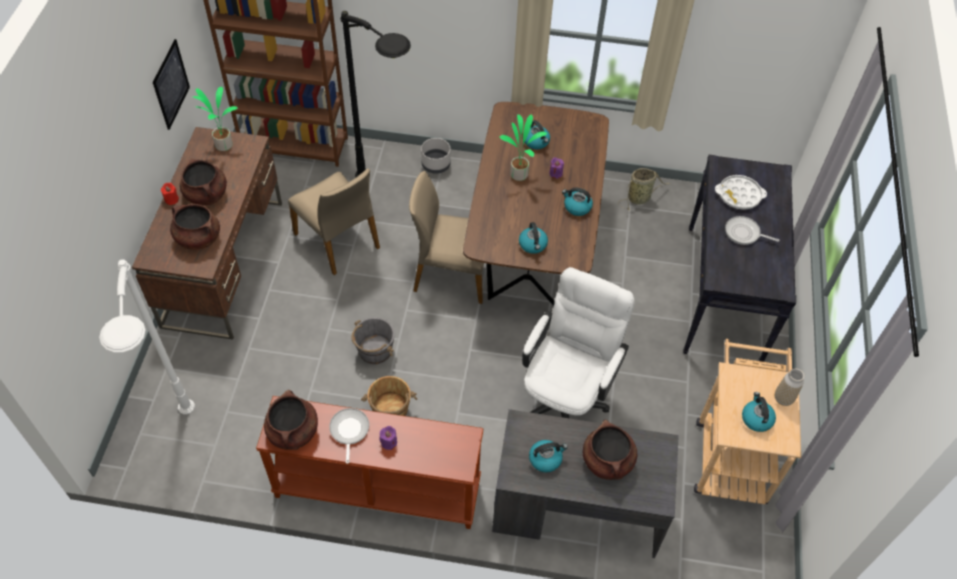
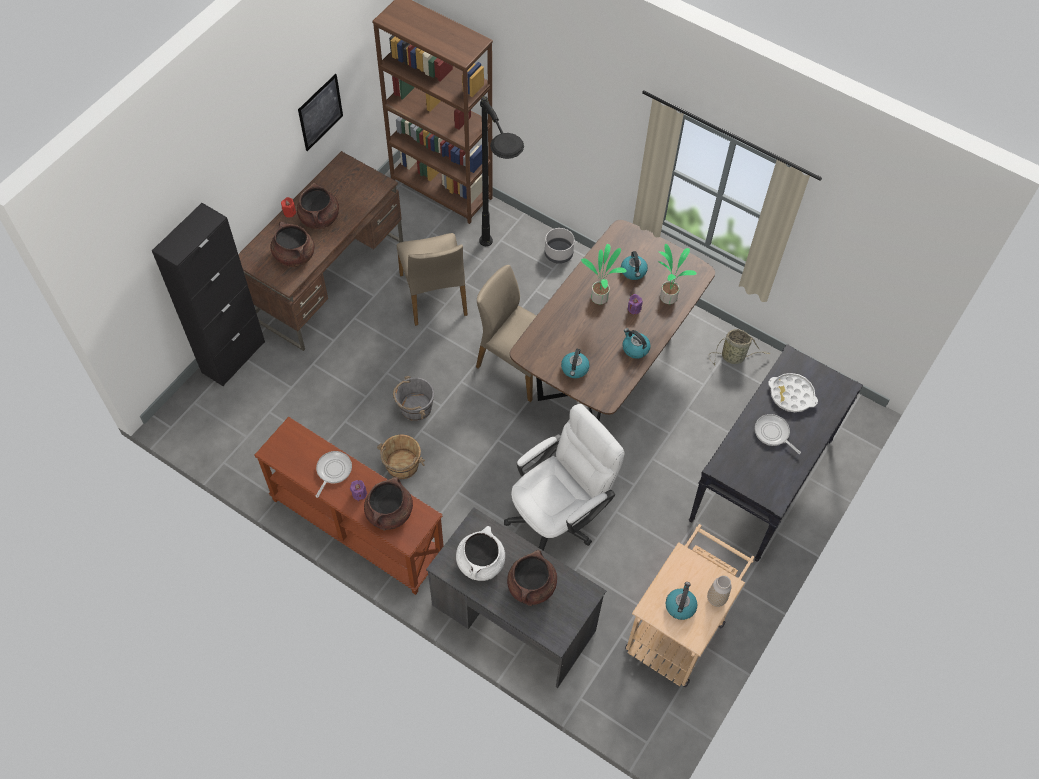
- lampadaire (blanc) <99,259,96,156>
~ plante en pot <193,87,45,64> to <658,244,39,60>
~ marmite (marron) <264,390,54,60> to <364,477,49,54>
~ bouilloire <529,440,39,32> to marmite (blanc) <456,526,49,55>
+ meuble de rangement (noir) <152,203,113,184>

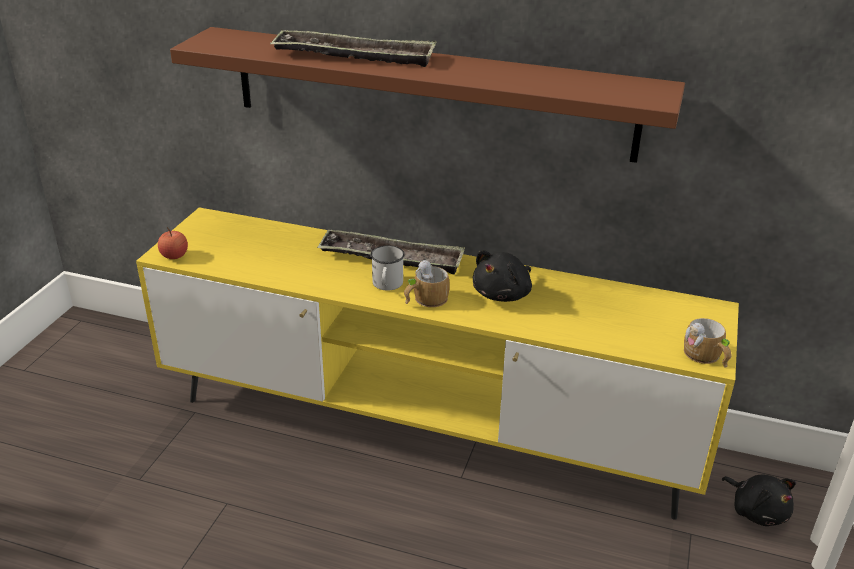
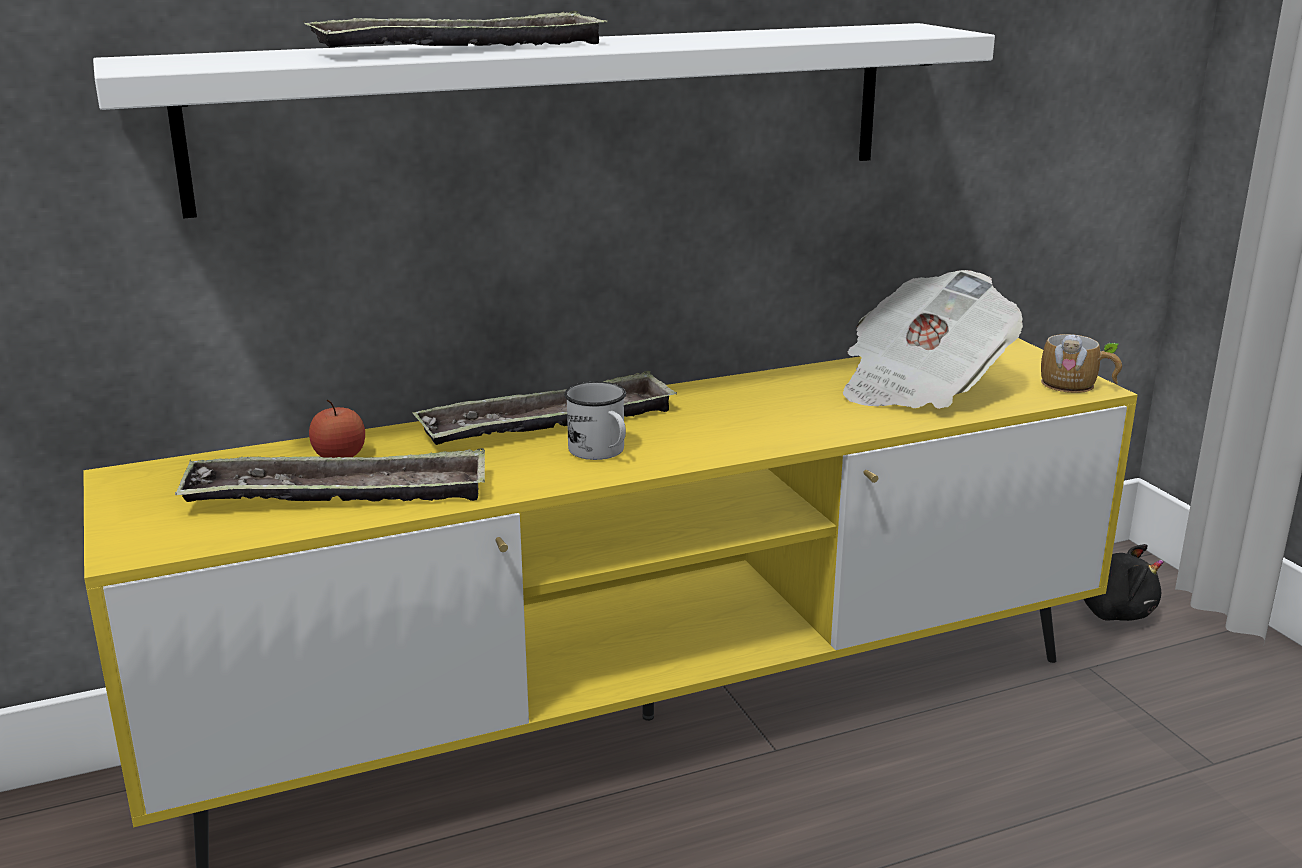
~ pomme <158,227,30,32> to <309,399,56,59>
~ étagère (marron) <170,27,515,136> to étagère (blanc) <93,23,902,196>
- mug <404,260,46,47>
- peluche (noir) <473,250,59,52>
+ plateau <175,448,310,54>
+ journal <843,270,180,139>

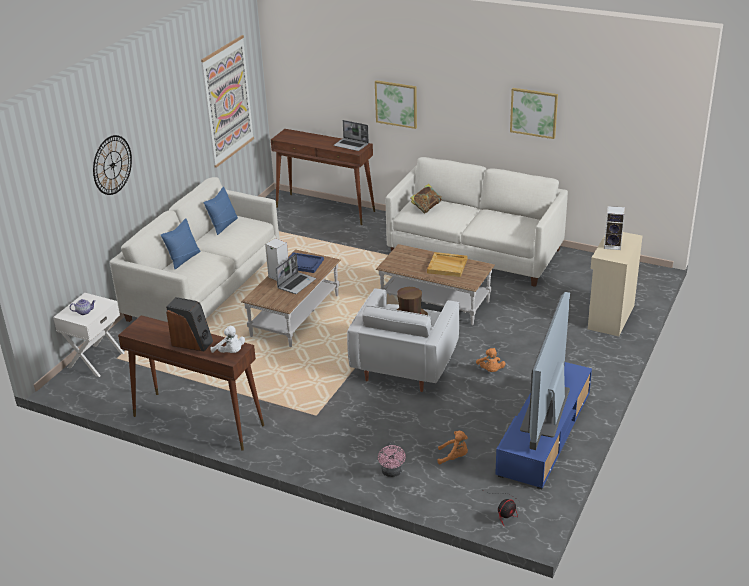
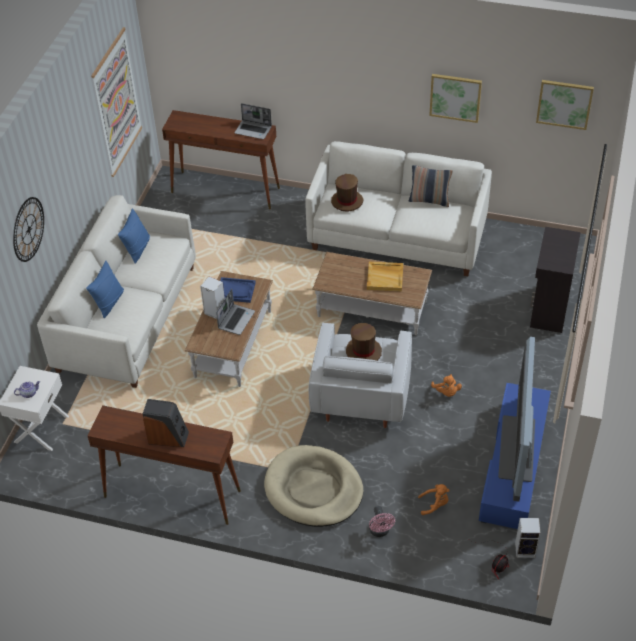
- peluche (blanc) <210,326,35,27>
~ tableau <375,80,42,49> to <536,80,58,50>
~ livre <410,184,32,30> to chapeau (marron) <331,174,33,38>
~ meuble de rangement (beige) <588,232,54,104> to meuble de rangement (noir) <530,227,51,106>
~ enceinte <604,206,21,44> to <515,518,25,40>
+ panier pour chien (beige) <264,445,99,82>
+ coussin <409,165,44,42>

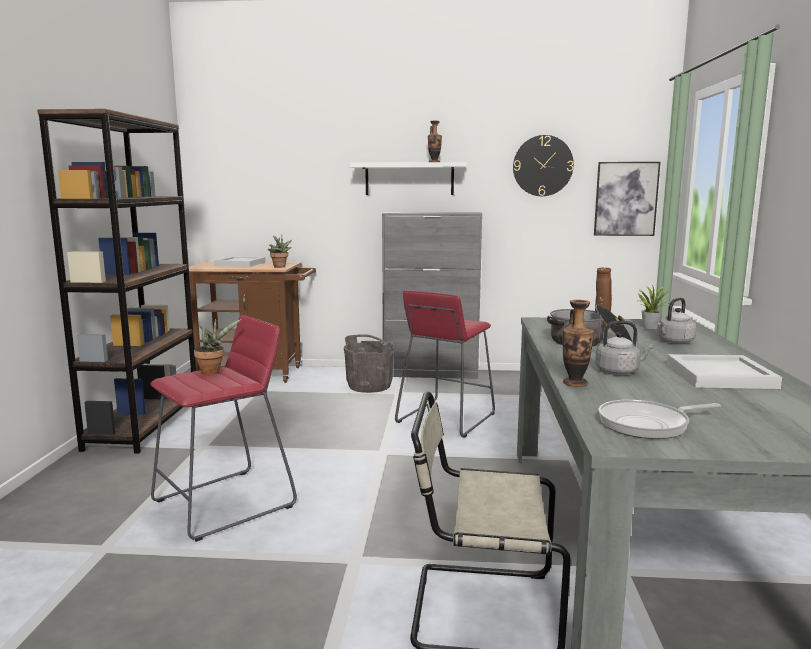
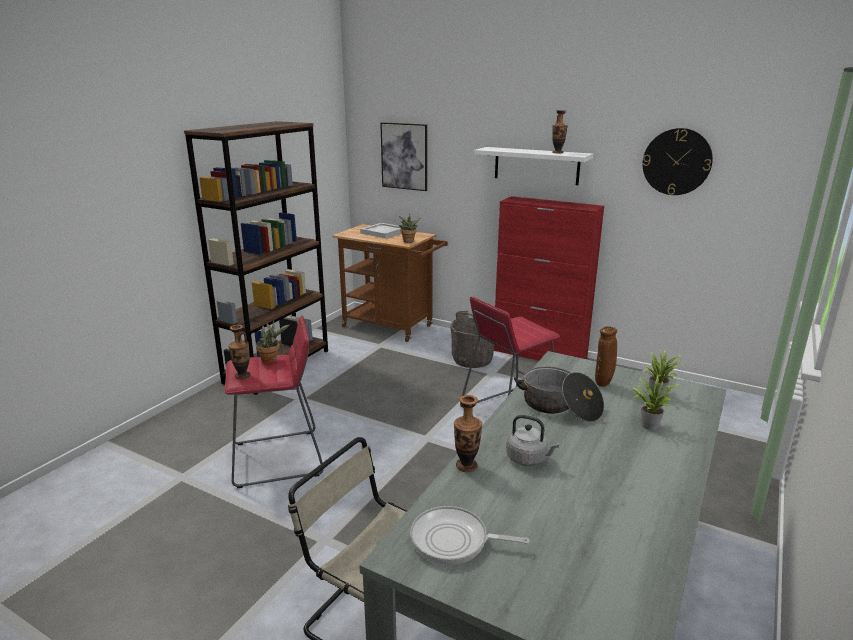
~ meuble de rangement (gris) <382,212,100,167> to meuble de rangement (rouge) <494,196,110,165>
~ tableau <594,162,66,74> to <380,122,47,69>
~ bouilloire (gris) <657,298,39,46> to plante en pot <630,376,51,54>
- plateau (blanc) <667,354,115,35>
+ vase <229,325,22,54>

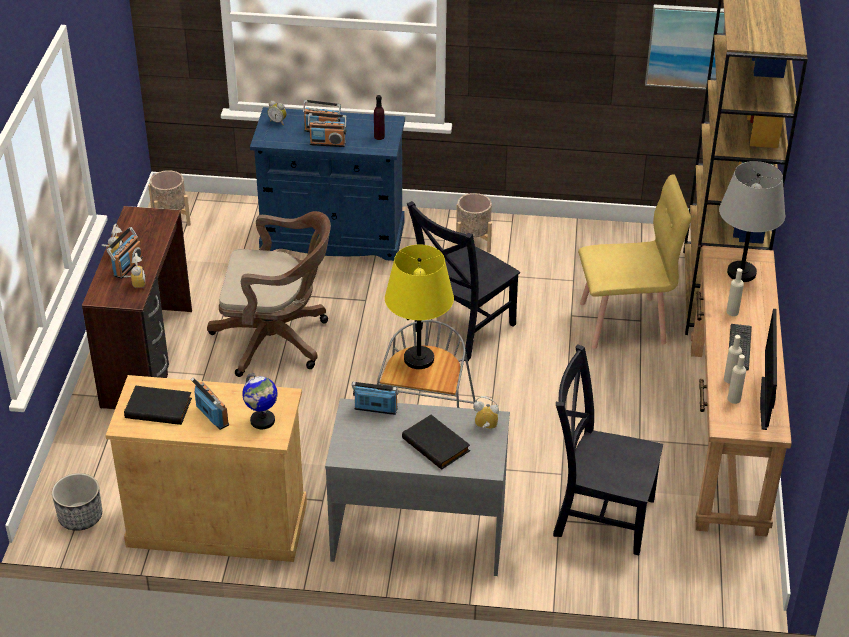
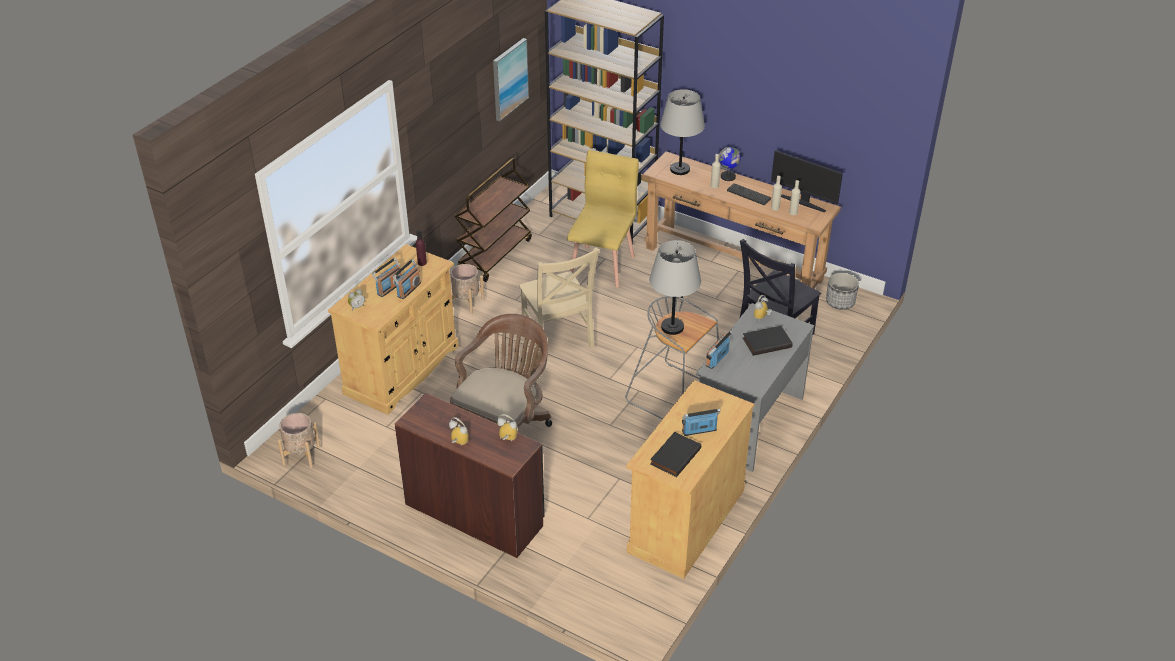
~ cache-pot <52,473,50,58> to <826,273,33,37>
- radio <107,227,36,52>
~ globe <242,373,36,56> to <719,147,22,34>
~ meuble de rangement (bleu) <250,107,155,154> to meuble de rangement (beige) <328,244,130,171>
~ lampe de table (jaune) <385,244,69,125> to lampe de table (gris) <649,240,52,95>
~ chaise (noir) <407,201,113,160> to chaise (beige) <519,247,80,101>
+ chariot (marron) <454,158,78,124>

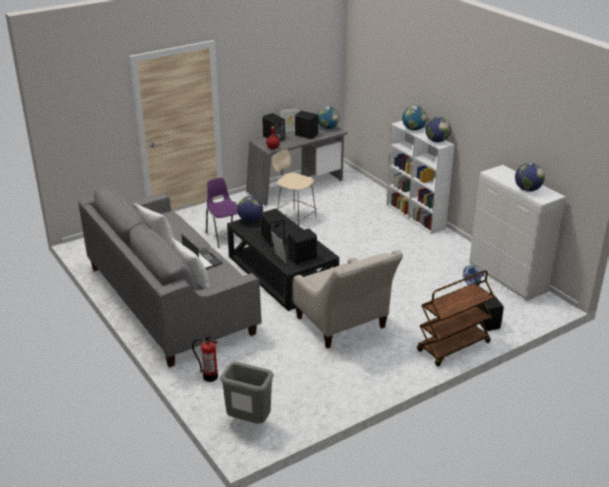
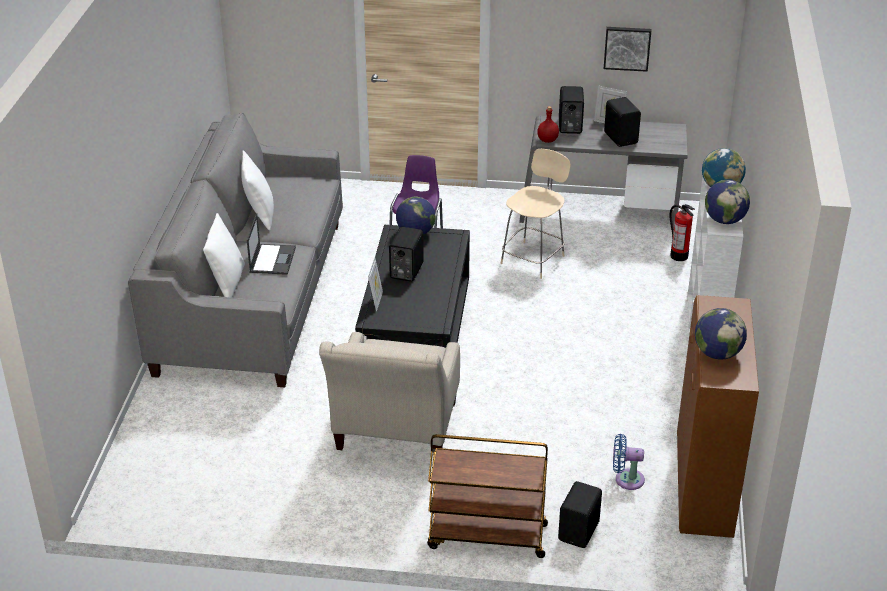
~ extincteur <192,336,26,46> to <669,204,26,57>
- poubelle (gris) <220,362,54,62>
~ chaise (beige) <272,150,45,76> = <500,149,71,130> 45 degrees clockwise
- enceinte (noir) <288,228,29,36>
- globe <318,106,22,23>
~ meuble de rangement (blanc) <469,165,97,136> to meuble de rangement (marron) <677,295,82,243>
+ tableau <604,27,47,45>

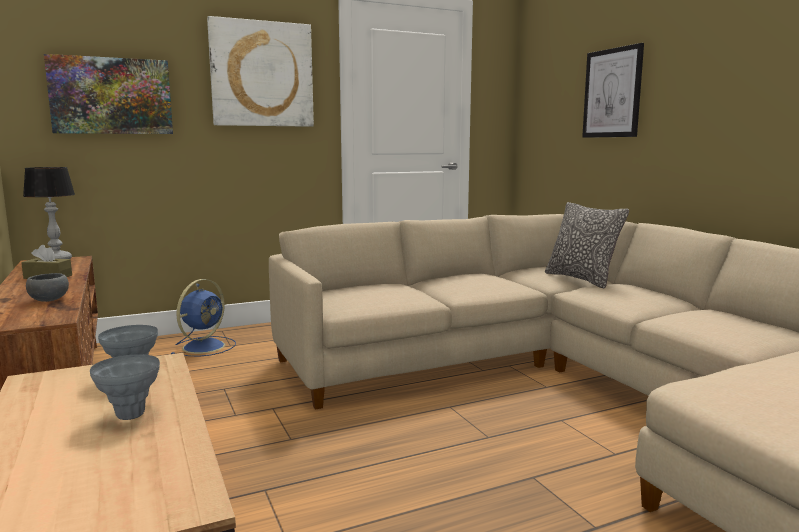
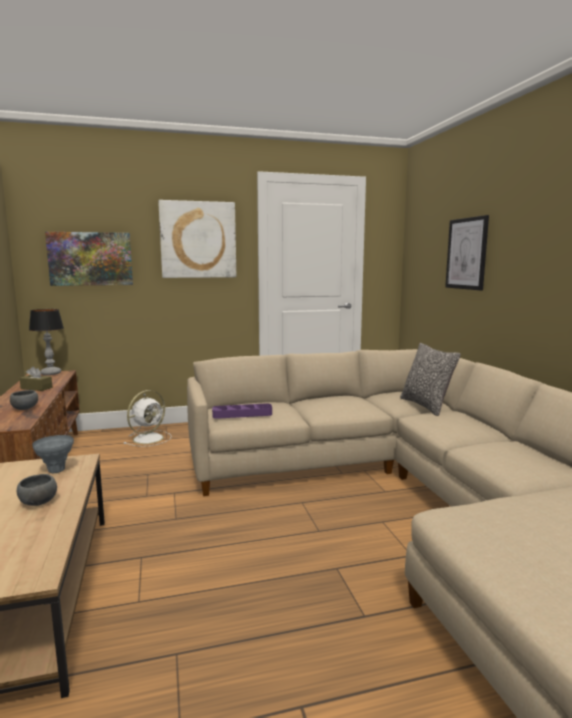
~ vase (gris) <90,354,70,66> to bol (gris) <17,474,40,32>
~ ventilateur (bleu) <170,279,66,78> to ventilateur (blanc) <124,390,48,57>
+ plateau (violet) <212,403,60,16>

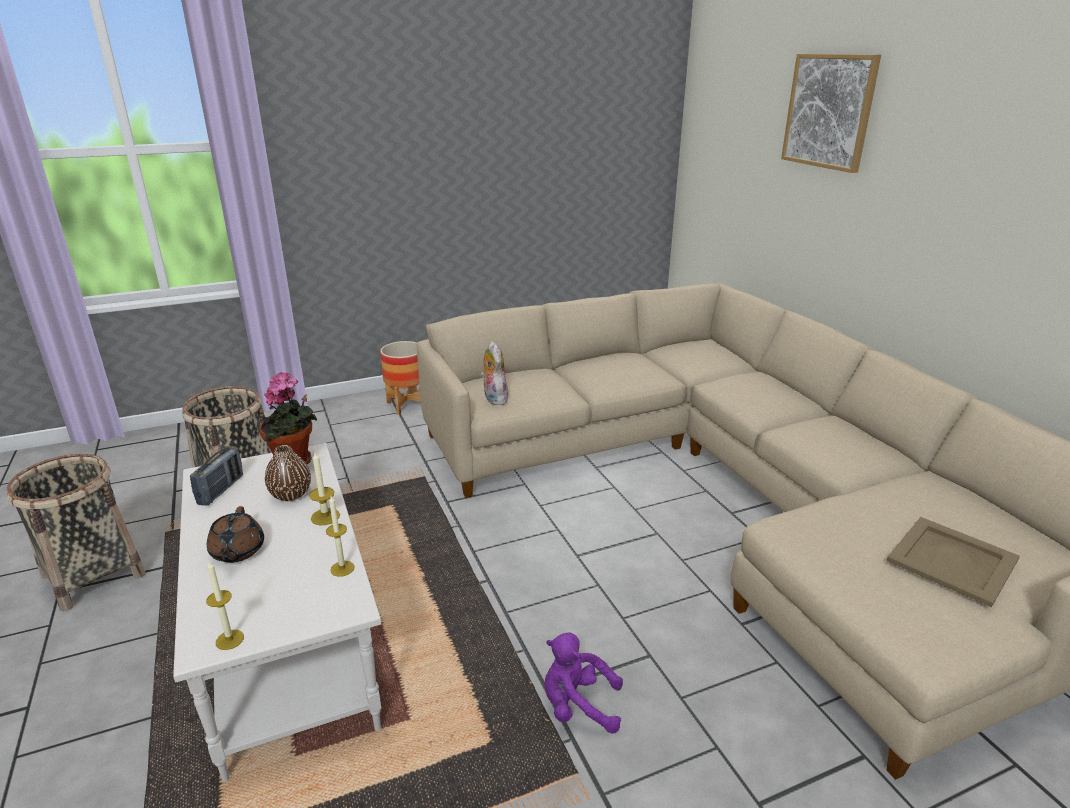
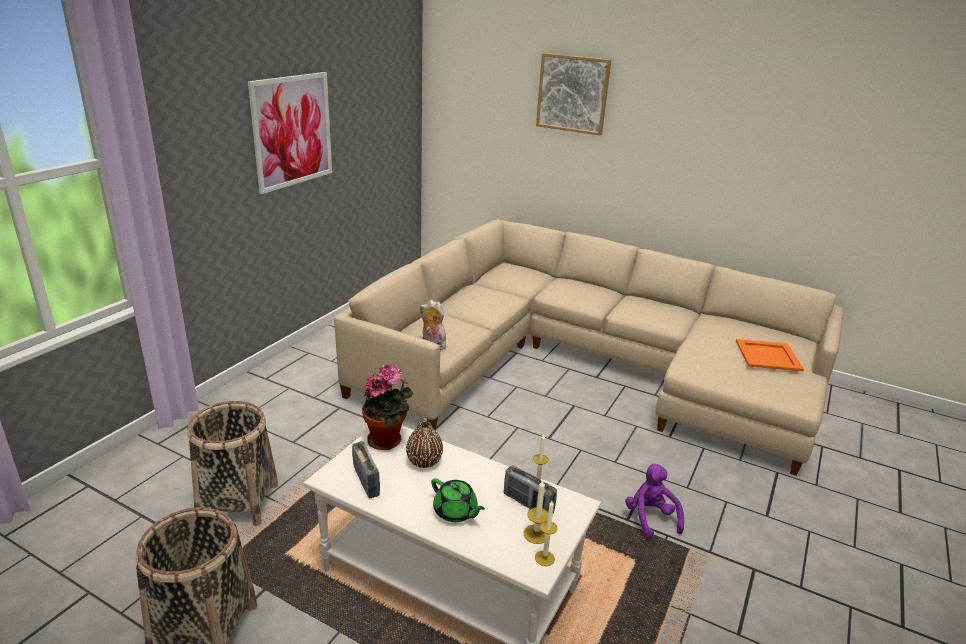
~ théière (marron) <207,506,57,57> to théière (vert) <431,478,54,44>
~ bougie <309,452,31,73> to <524,480,24,64>
- cache-pot <380,341,41,74>
~ peluche (violet) <544,632,79,102> = <625,464,59,75> 105 degrees clockwise
~ plateau (beige) <886,517,134,90> to plateau (orange) <736,339,68,32>
+ tableau <248,72,84,122>
+ radio <504,465,53,48>

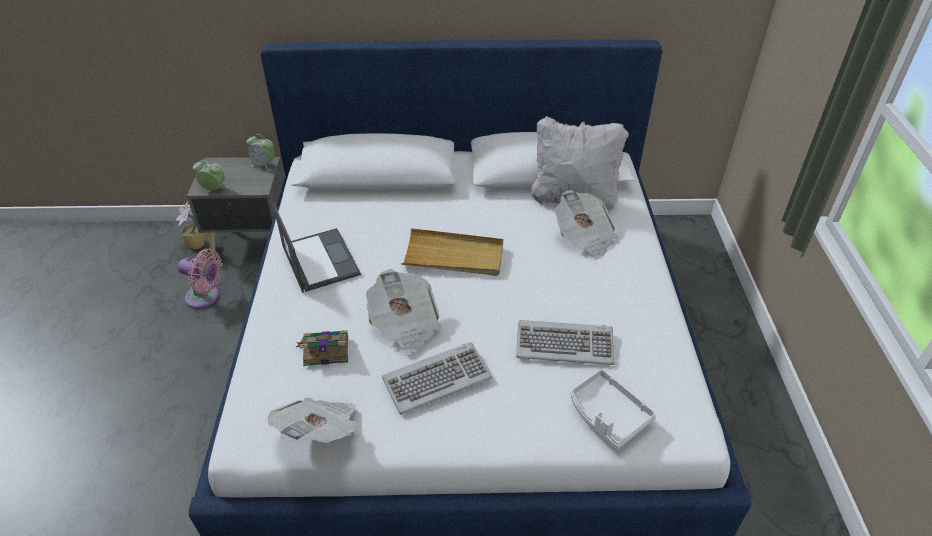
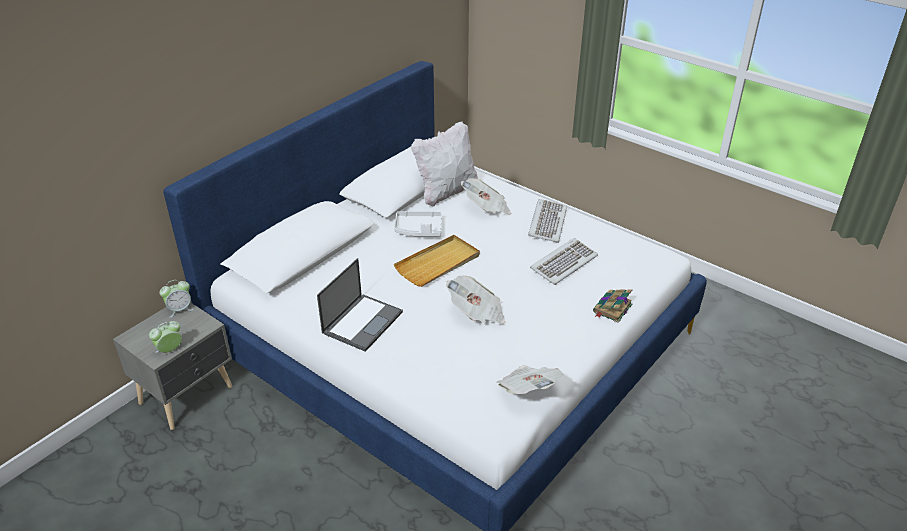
- plante en pot <176,201,29,48>
- ventilateur (rose) <177,248,45,61>
~ ordinateur portable <273,203,88,90> = <317,258,86,94> 105 degrees clockwise
~ livre <296,330,52,36> to <593,289,40,34>
~ clavier <382,342,110,72> to <528,199,39,44>
~ plateau (blanc) <570,369,86,81> to <394,211,48,26>

